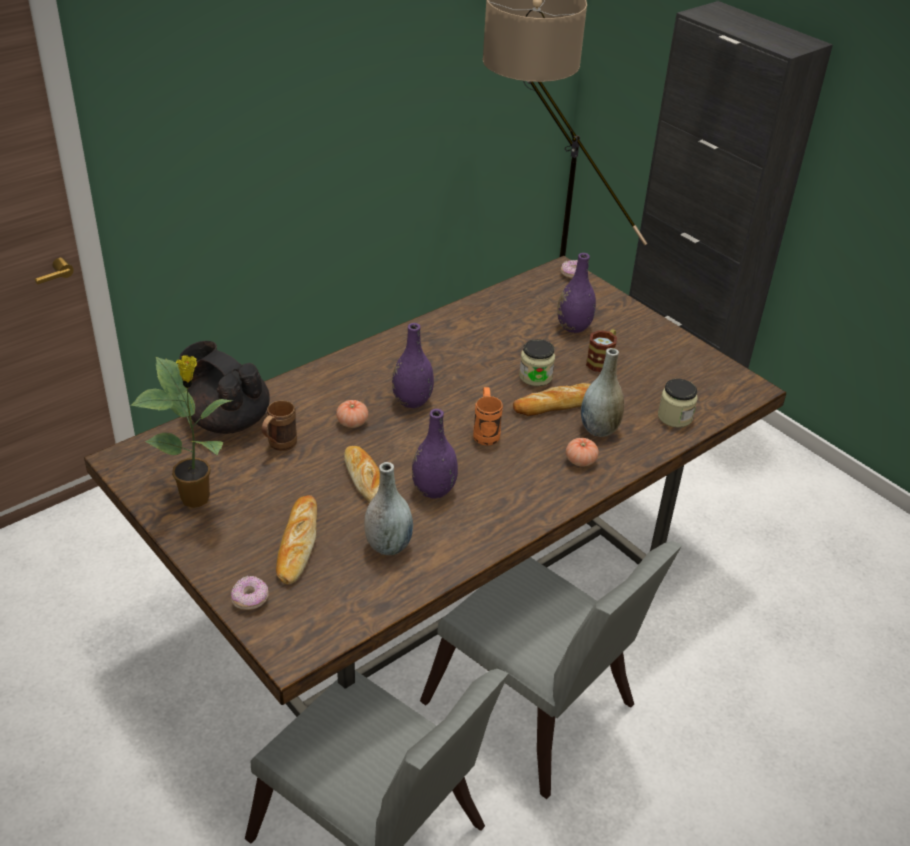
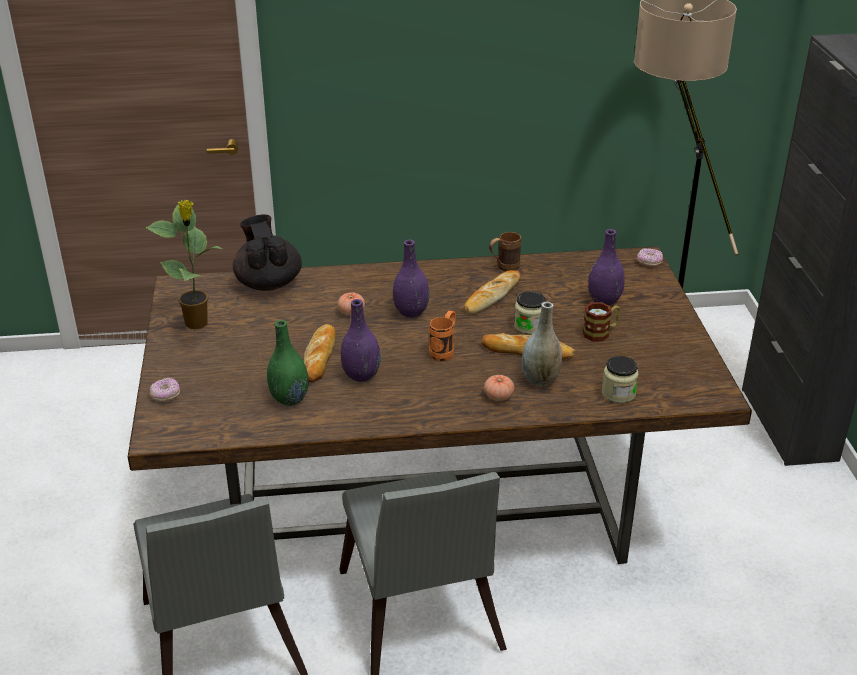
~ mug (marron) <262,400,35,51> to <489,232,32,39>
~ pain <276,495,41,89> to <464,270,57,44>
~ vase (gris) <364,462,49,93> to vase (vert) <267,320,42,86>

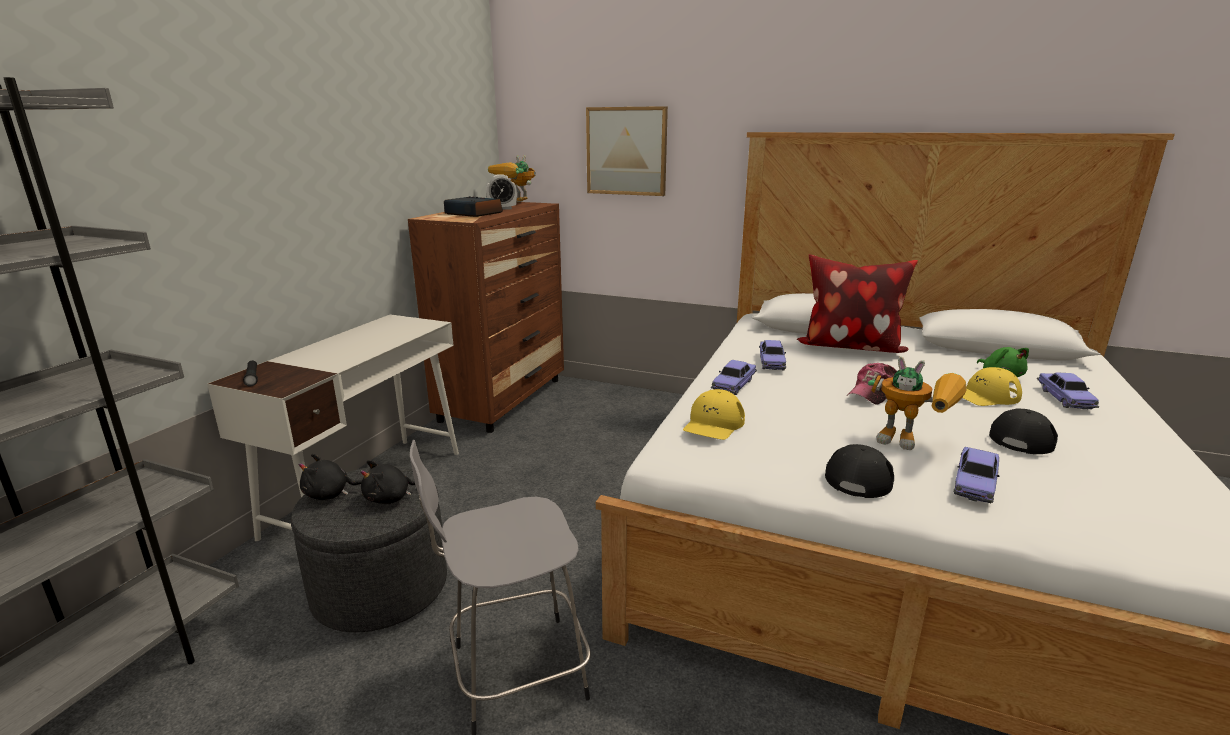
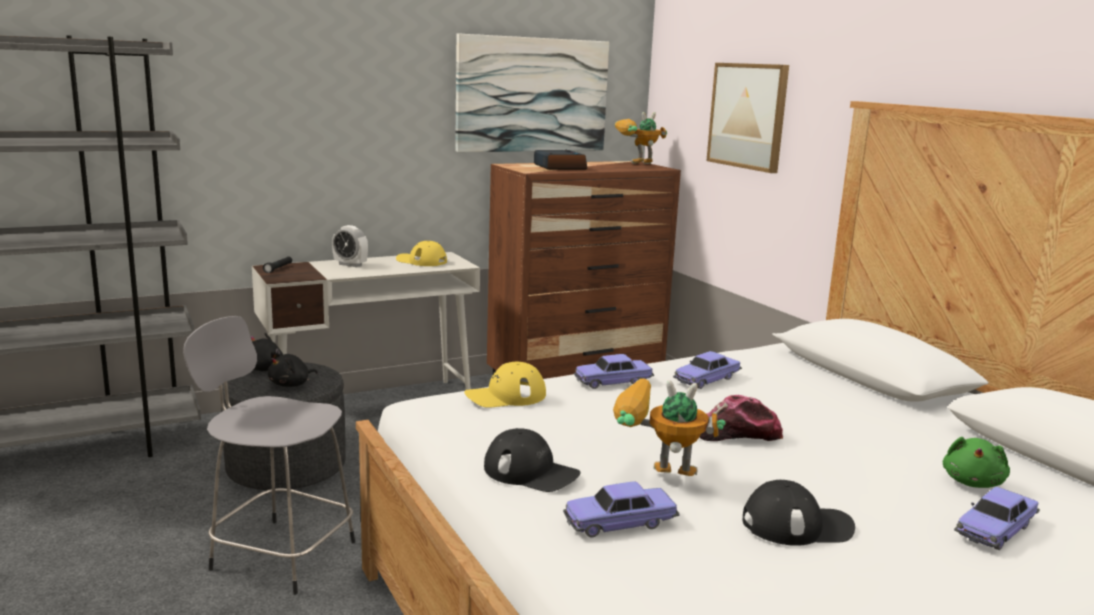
~ peluche (noir) <360,460,55,44> = <268,351,50,36> 60 degrees counterclockwise
~ réveil <486,174,31,36> to <332,225,36,42>
- coussin <797,254,121,99>
~ casquette (noir) <825,444,69,54> = <484,428,96,64> 45 degrees clockwise
~ robot jouet <868,356,99,94> = <613,379,113,97> 120 degrees clockwise
~ casquette (jaune) <962,367,60,39> to <396,241,51,25>
+ tableau <455,34,154,118>

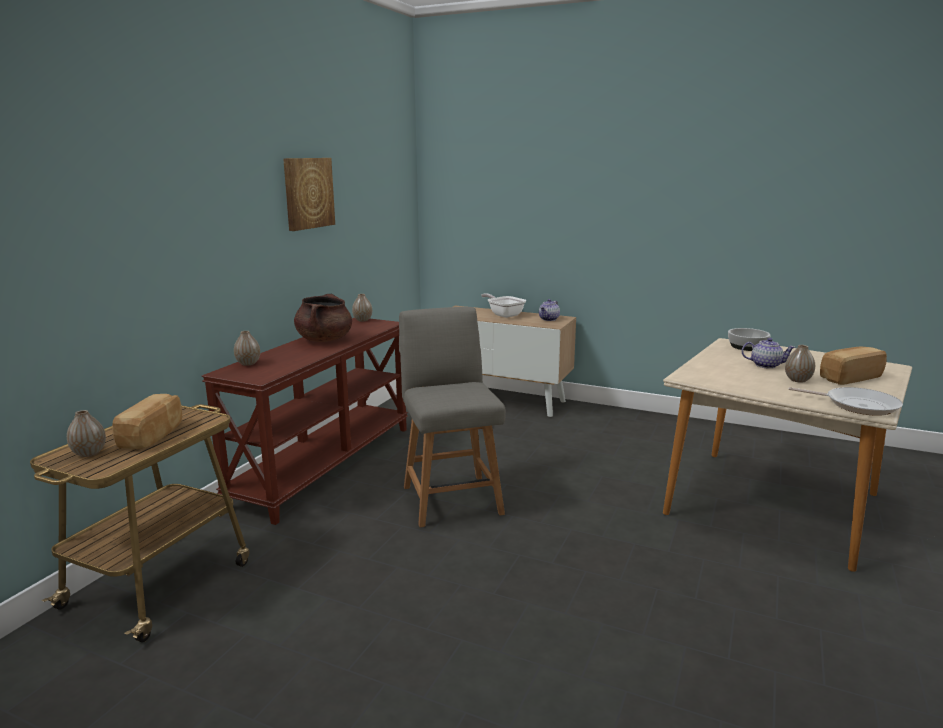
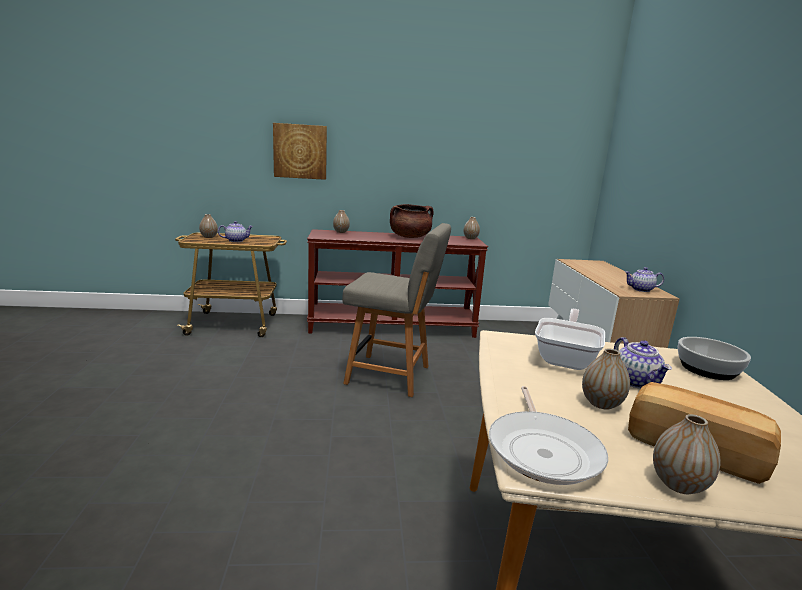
~ pain <112,394,70,55> to théière <218,221,35,21>
~ tableau <283,158,52,73> to <273,123,54,57>
~ chaise (gris) <399,307,107,220> = <342,223,109,174> 60 degrees clockwise
~ poêle <481,293,45,25> to <535,309,70,61>
+ vase <653,414,67,80>

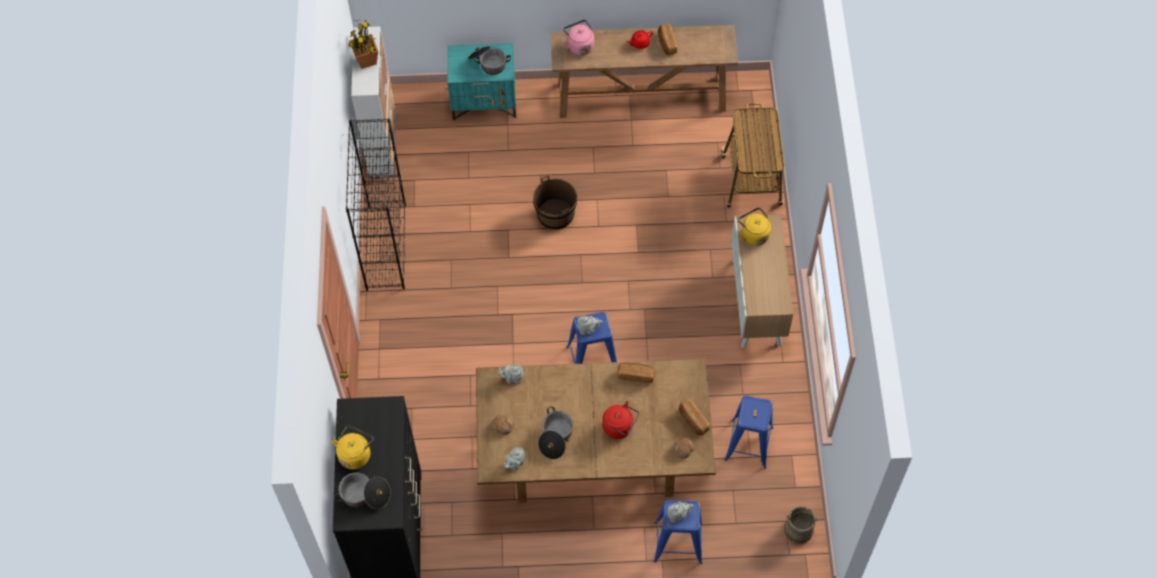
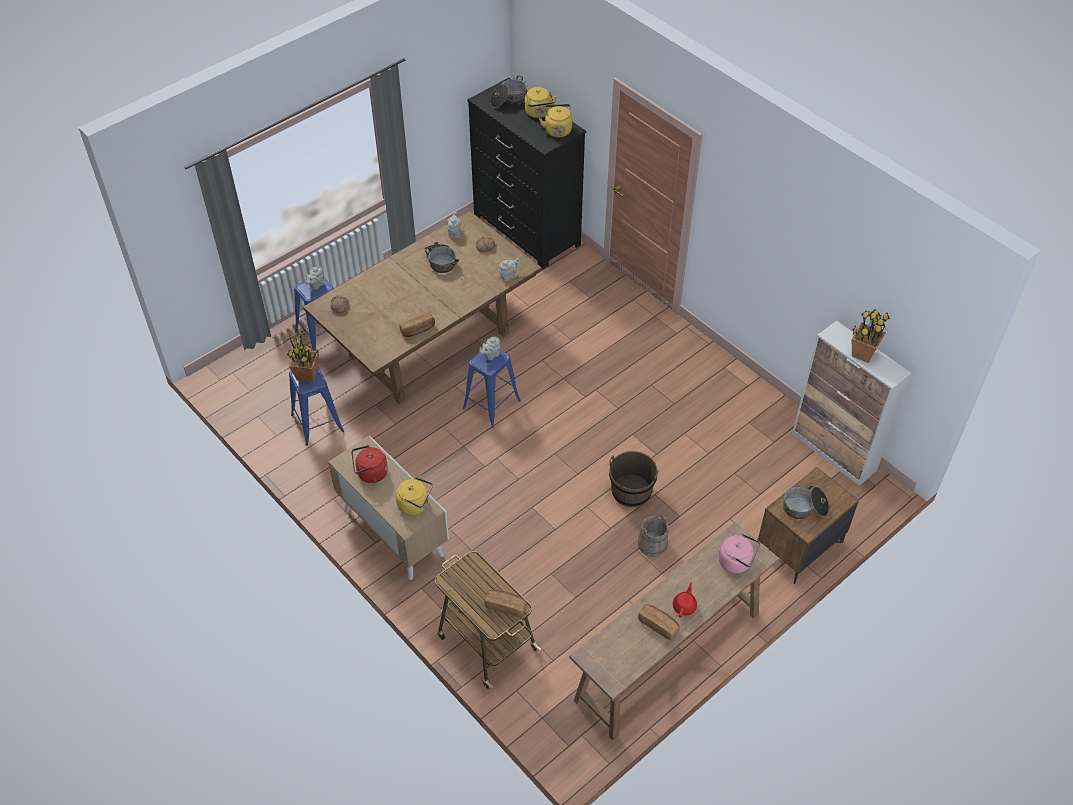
- bibliothèque (noir) <346,118,60,173>
~ table de chevet (turquoise) <447,43,69,78> to table de chevet (marron) <758,467,101,117>
~ bouilloire (rouge) <602,401,37,38> to <351,445,37,38>
~ pain <679,399,31,37> to <484,590,43,27>
~ seau (beige) <784,506,34,38> to <638,515,31,42>
+ plante en pot <287,330,32,52>
+ bouilloire (jaune) <539,104,33,34>

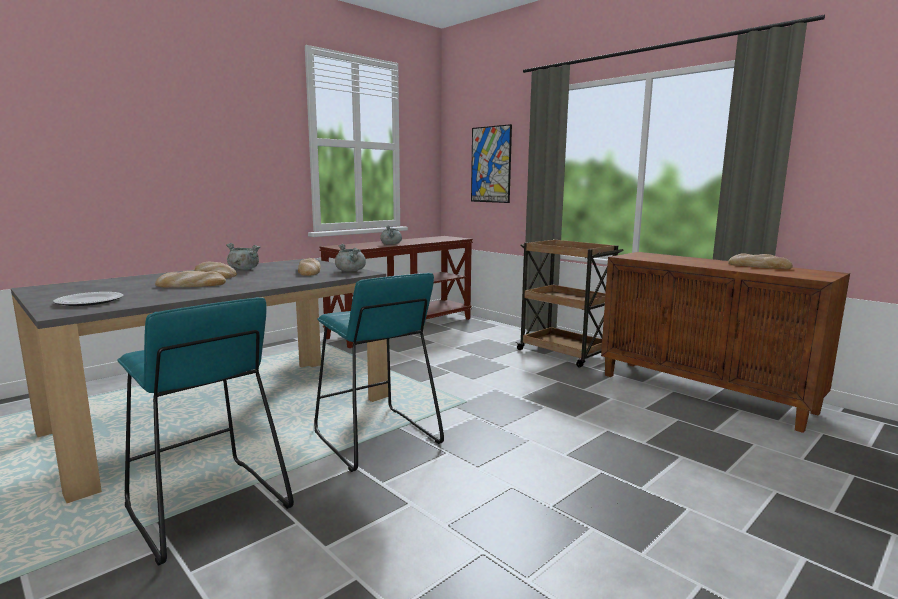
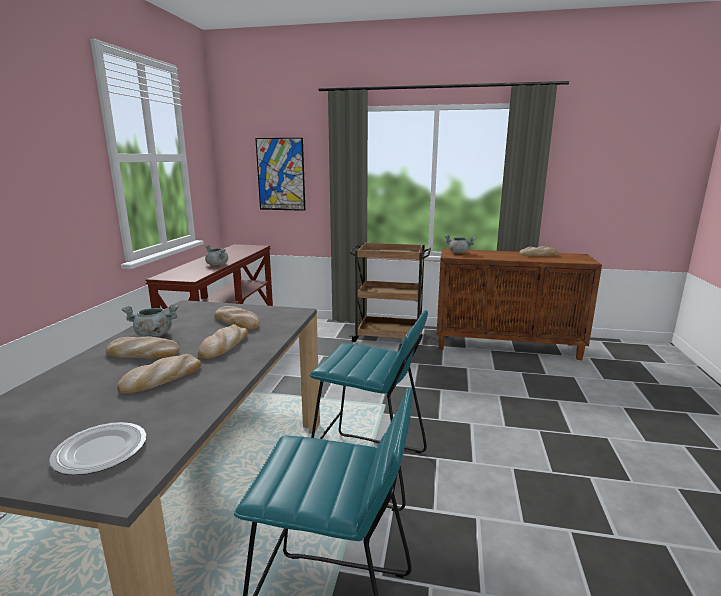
~ marmite (gris) <335,244,31,28> to <445,235,31,19>
+ pain <198,324,50,35>

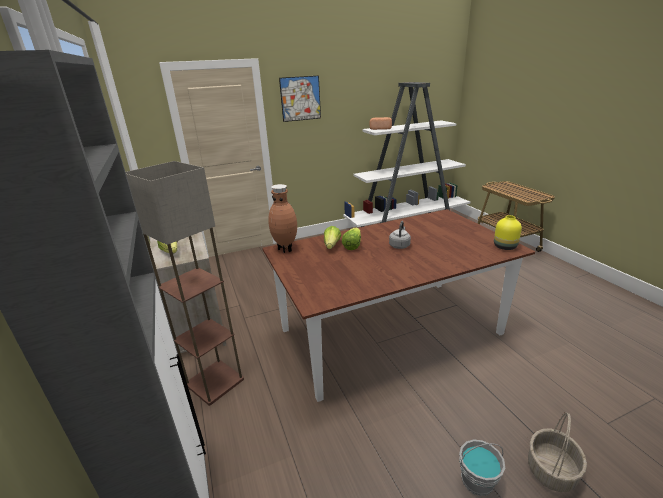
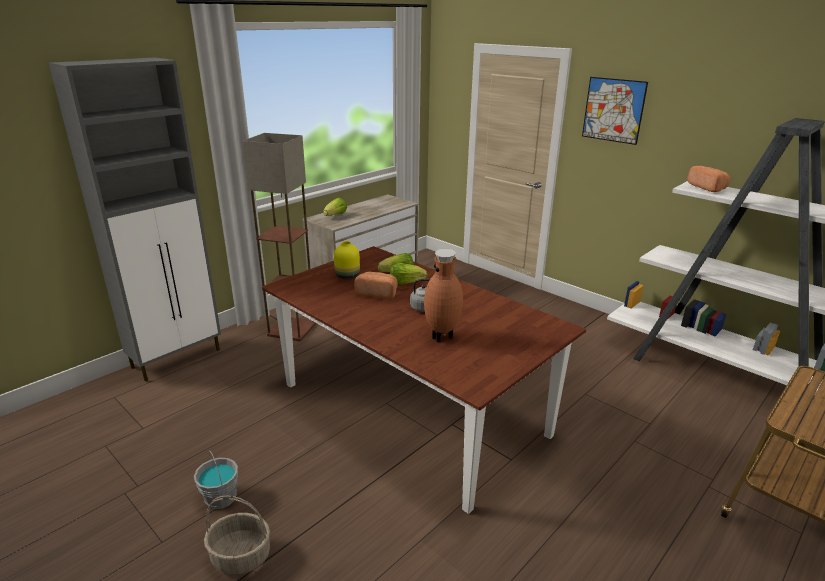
~ vase (marron) <268,184,29,69> to <424,249,39,94>
~ vase (jaune) <494,215,28,35> to <334,241,26,38>
+ pain <354,272,44,27>

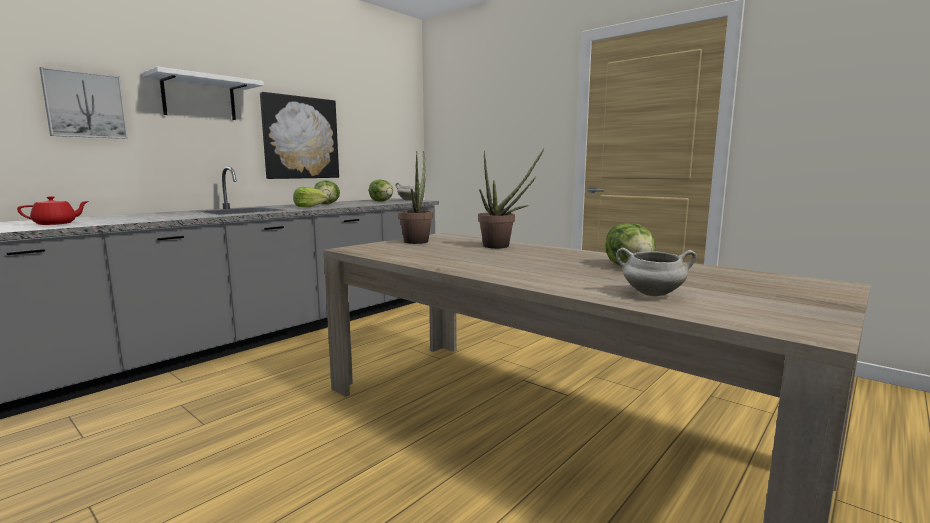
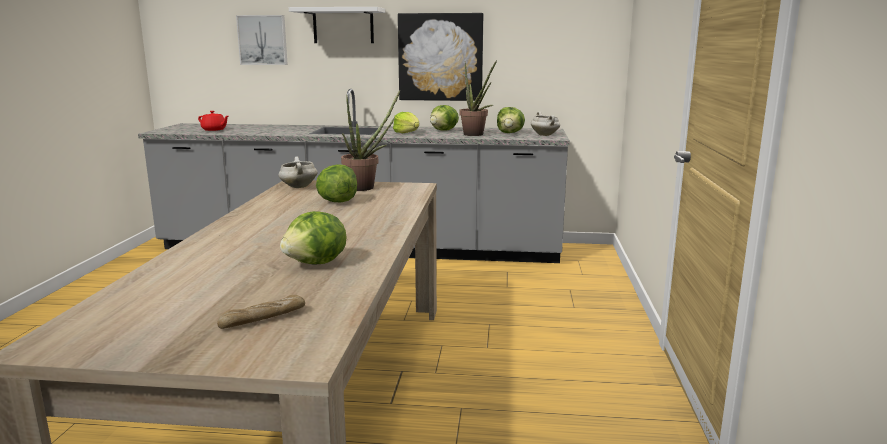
~ plante en pot <478,149,66,99> to <460,60,37,76>
~ marmite (blanc) <616,248,81,48> to <278,157,40,31>
+ pain <217,295,88,34>
+ laitue <316,164,41,38>

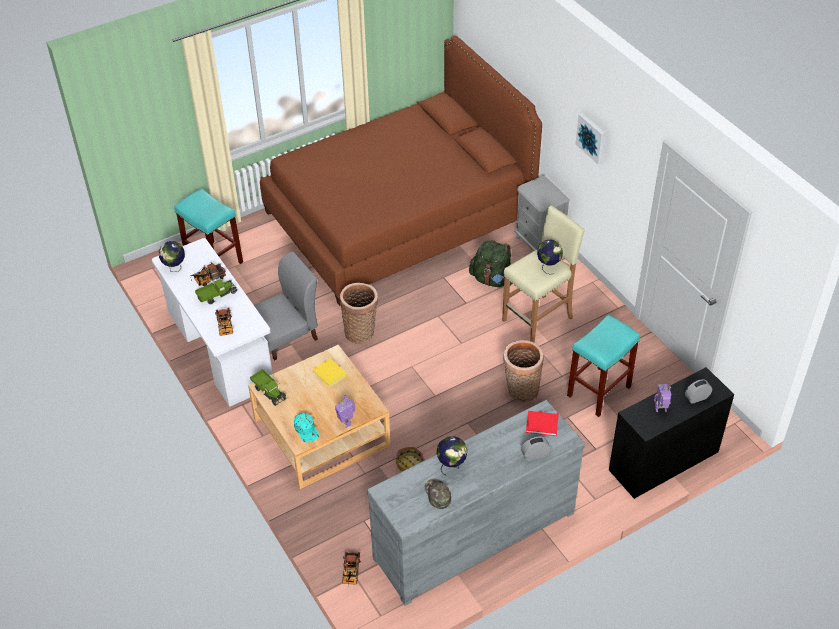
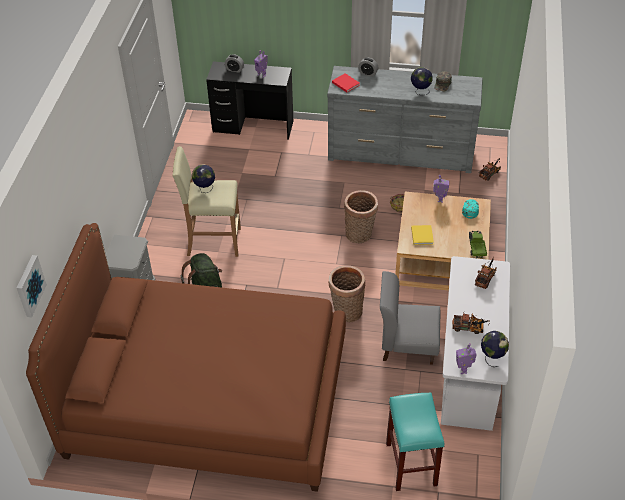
- camion jouet <195,279,42,25>
~ panier <503,340,41,62> to <344,190,34,53>
- tabouret (turquoise) <567,315,73,102>
~ tableau <576,113,29,51> to <17,255,30,62>
+ robot jouet <456,343,21,31>

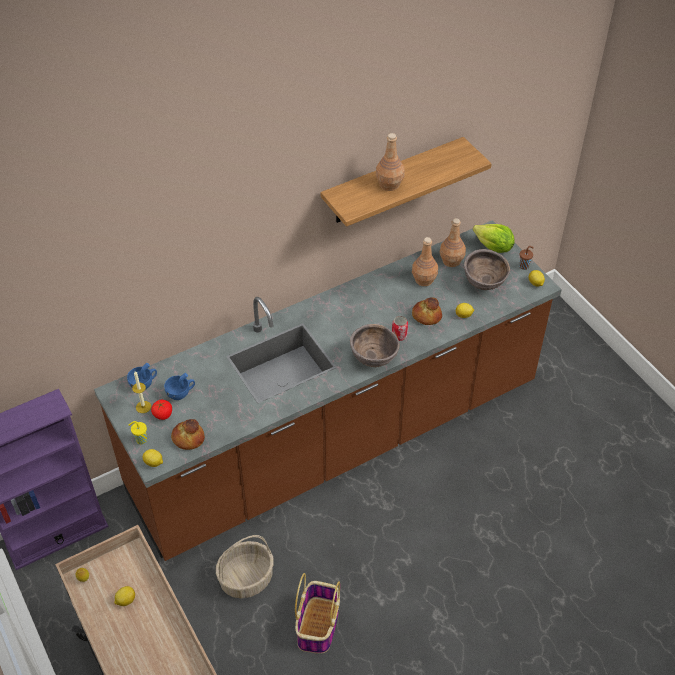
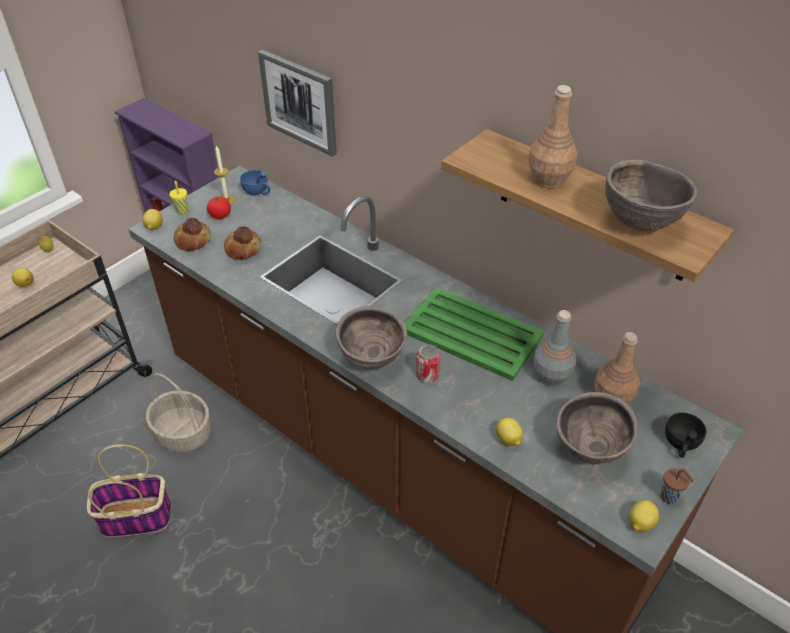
- tasse (bleu) <164,373,31,27>
~ bouteille (marron) <412,237,26,49> to bouteille (gris) <533,310,43,77>
~ pain <412,297,30,28> to <224,226,37,34>
~ laitue <473,224,42,29> to tasse (noir) <665,412,42,46>
+ tableau <258,50,79,107>
+ plateau (vert) <404,287,140,94>
+ bol (marron) <605,160,93,71>

